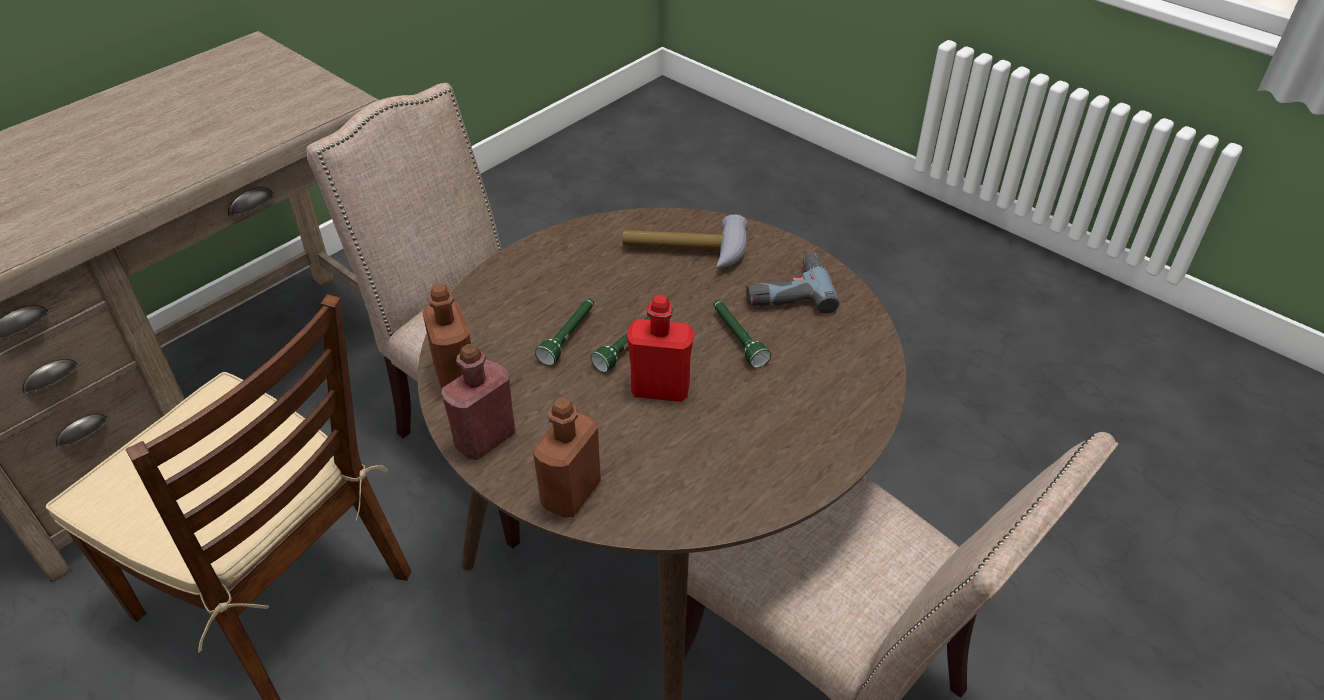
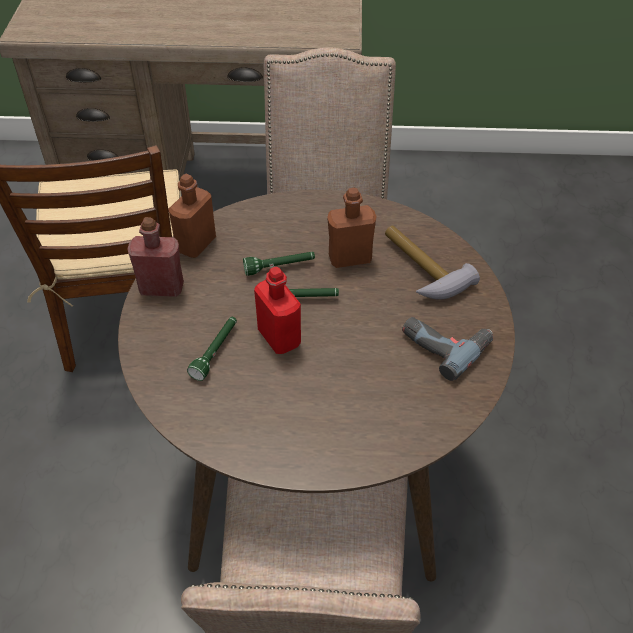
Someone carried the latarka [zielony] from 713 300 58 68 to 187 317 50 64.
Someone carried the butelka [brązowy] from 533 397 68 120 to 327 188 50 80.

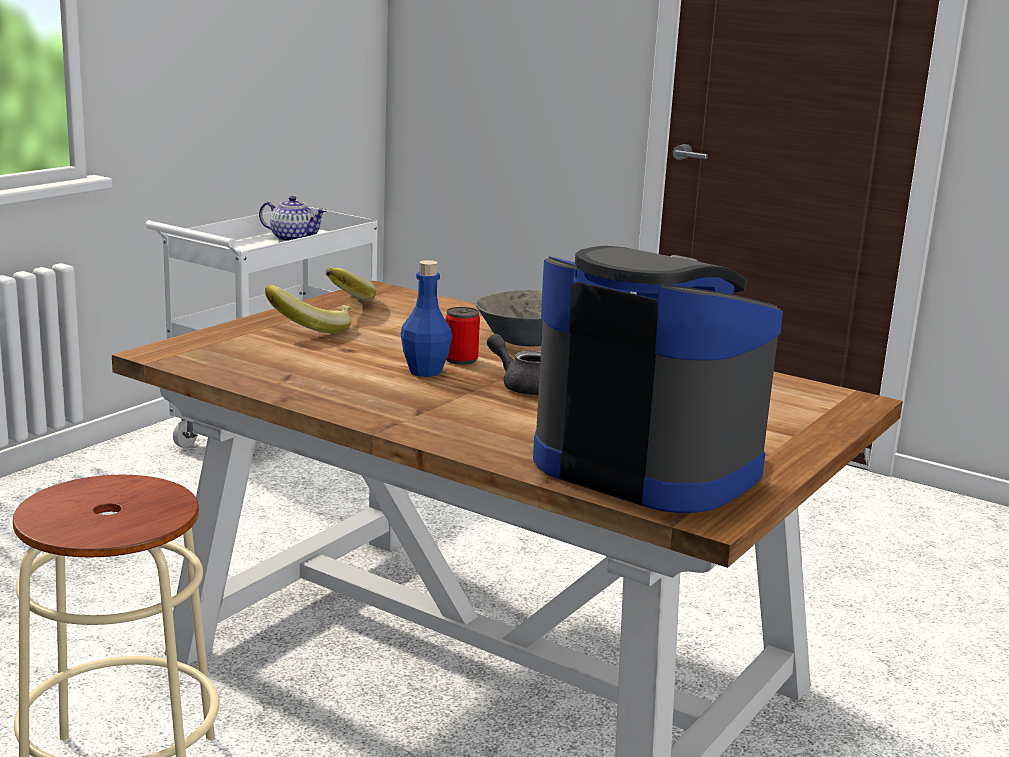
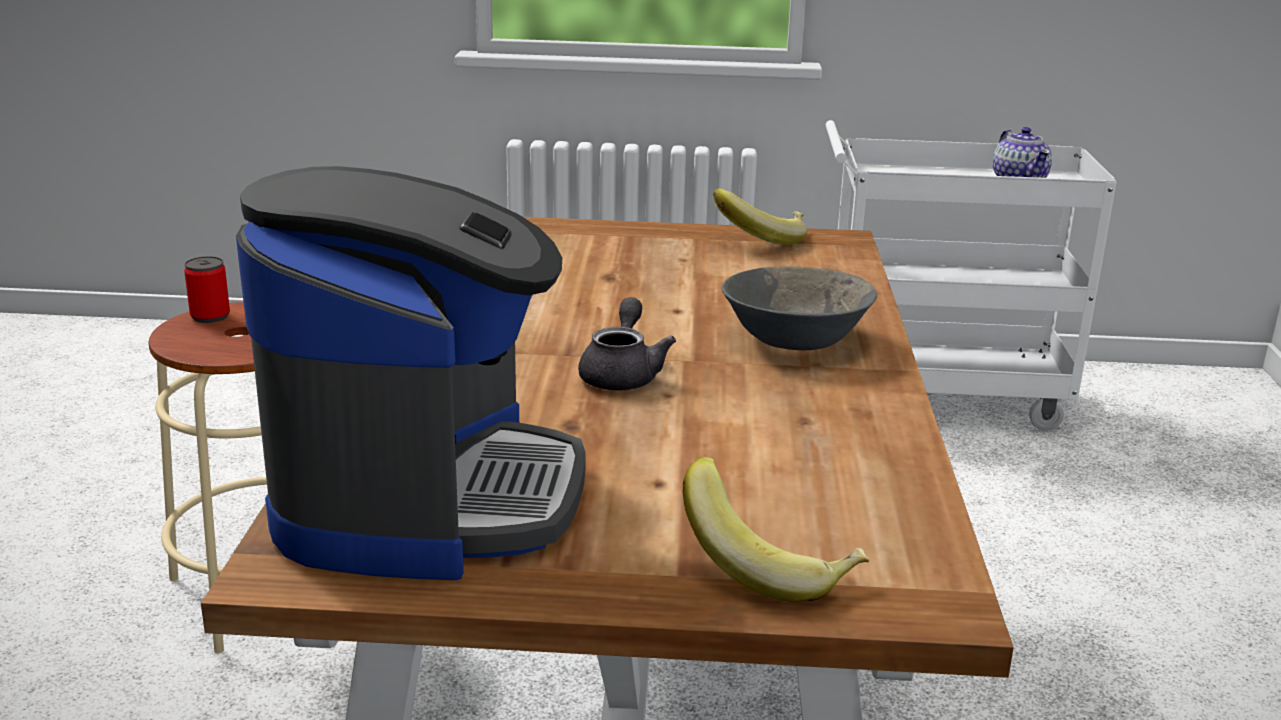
Someone took away the butelka [niebieski] at 401 260 51 117.
Someone carried the banan from 265 285 86 48 to 683 457 186 146.
Someone carried the puszka from 446 307 34 58 to 184 256 46 67.

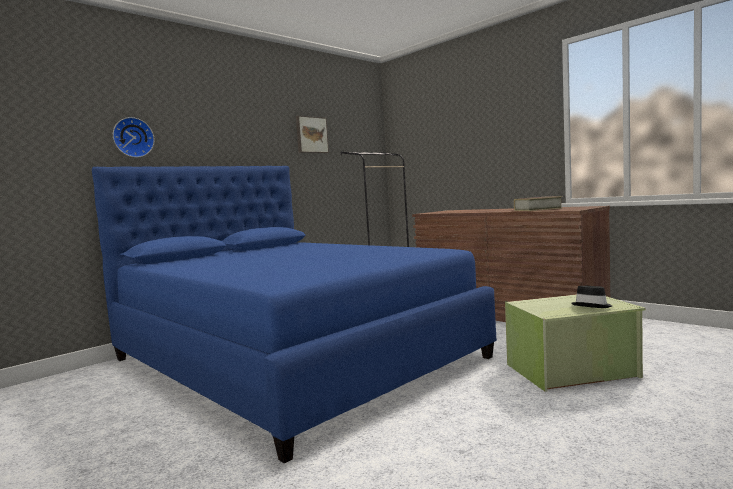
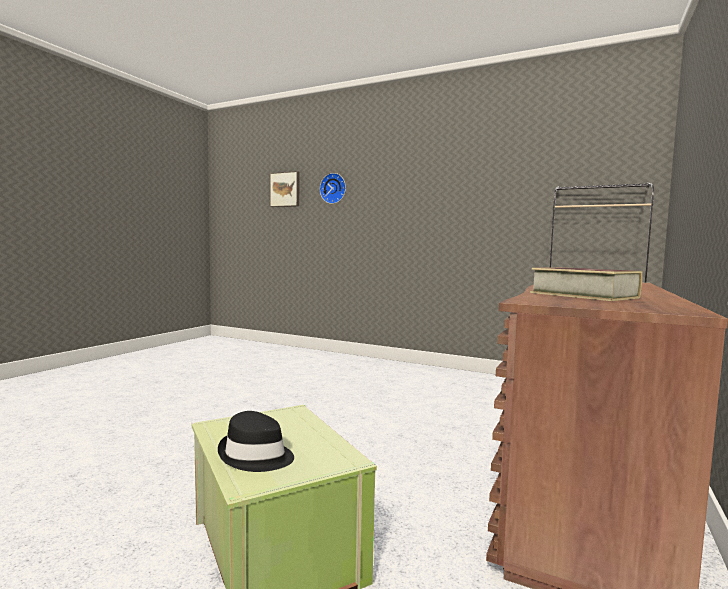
Someone carried the obraz from 296 116 33 37 to 270 171 29 36.
Someone took away the łóżko [niebieski] at 92 166 405 298.

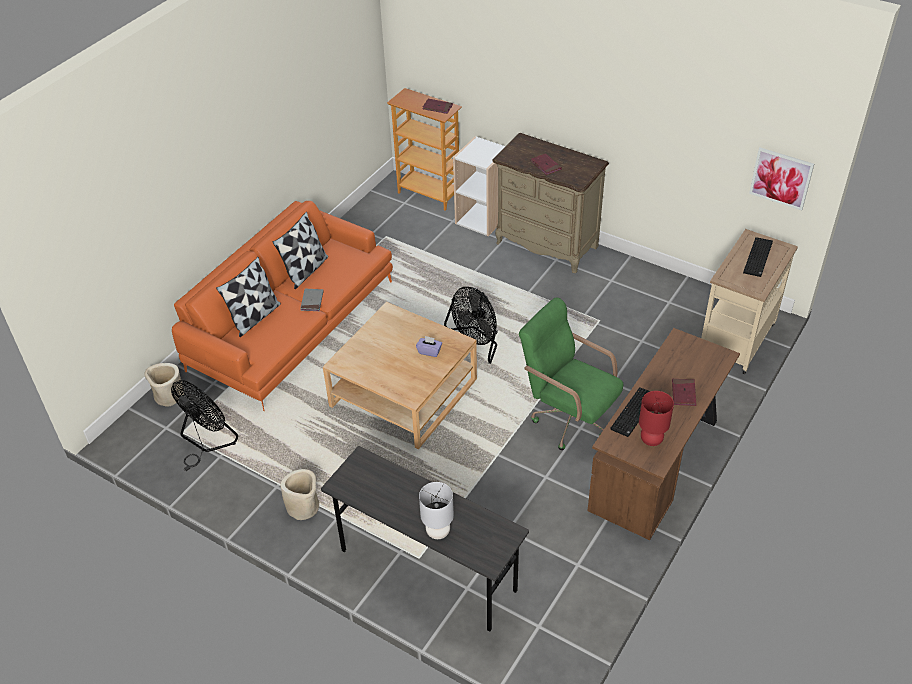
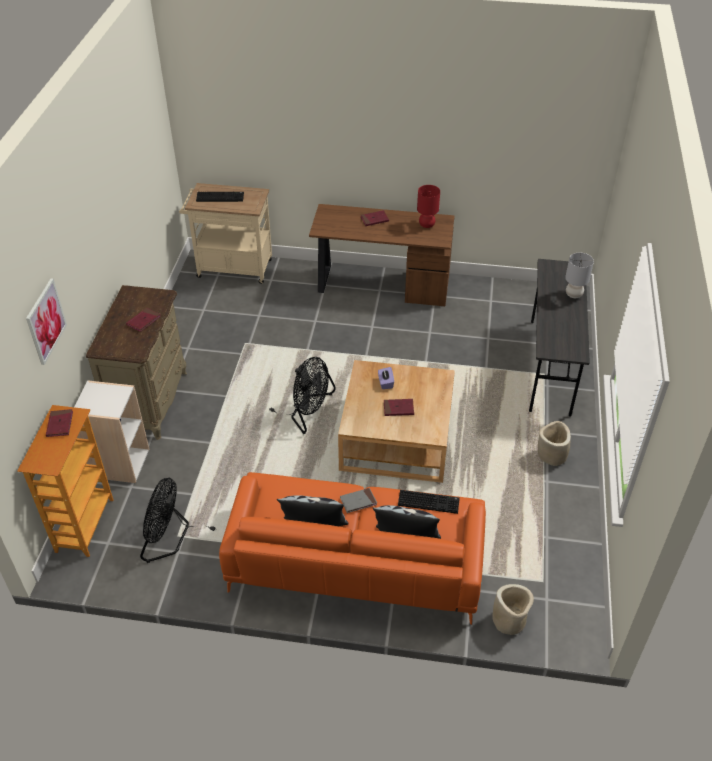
Someone carried the obraz from 749 147 65 63 to 26 278 41 87.
Someone took away the krzesło biurowe [zielony] at 519 297 104 153.
Someone carried the wentylator [czarny] from 171 380 67 91 to 140 478 76 85.
Someone carried the klawiatura from 610 387 40 50 to 398 490 62 24.
Someone put down the książka [czerwony] at 384 399 30 17.

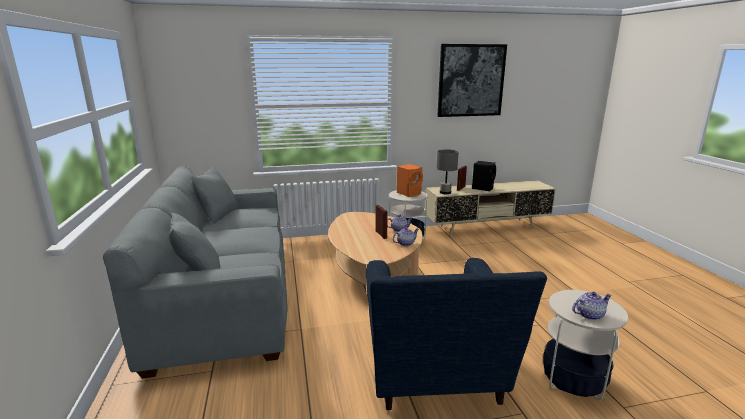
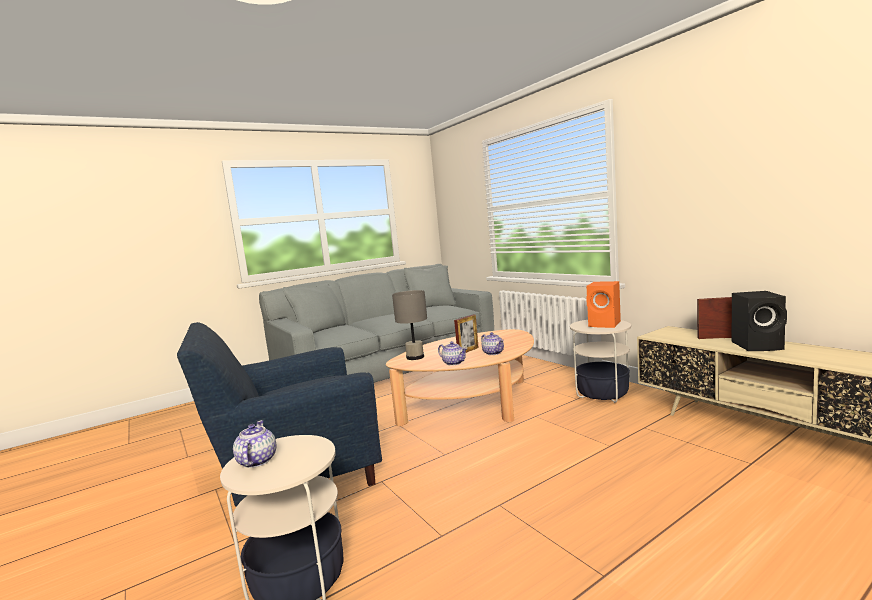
Someone took away the obraz at 437 44 70 73.
Someone carried the lampa stołowa [szary] from 437 149 21 45 to 392 290 35 70.
Someone rotated the imbryk at 572 292 40 28 by 150 degrees counterclockwise.

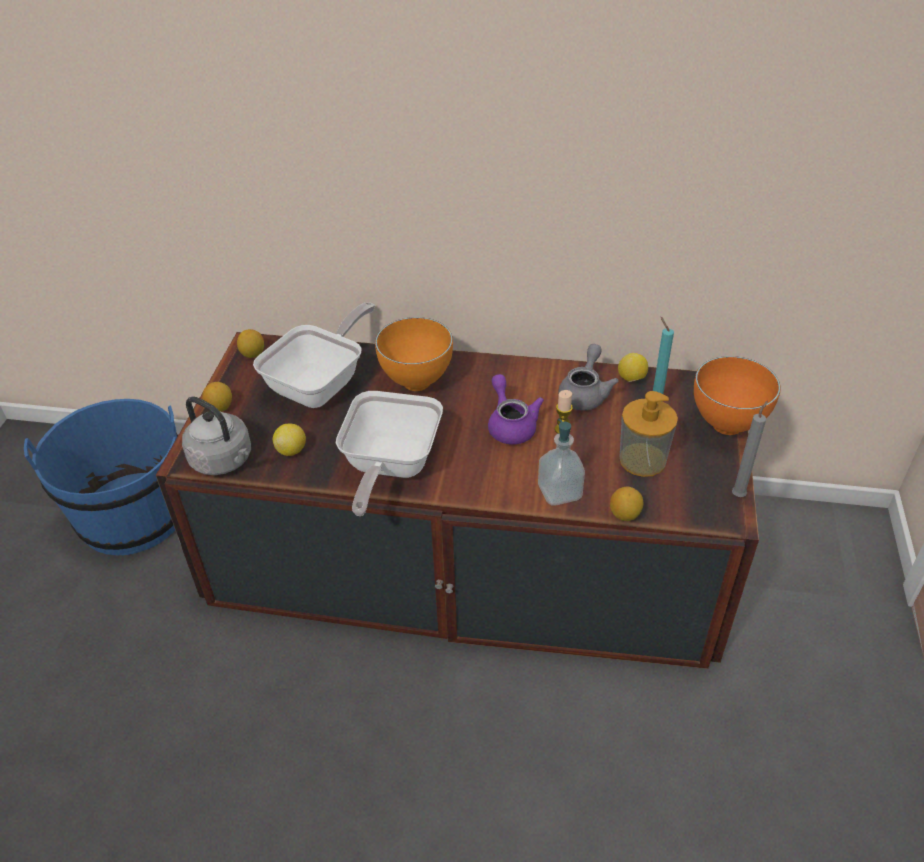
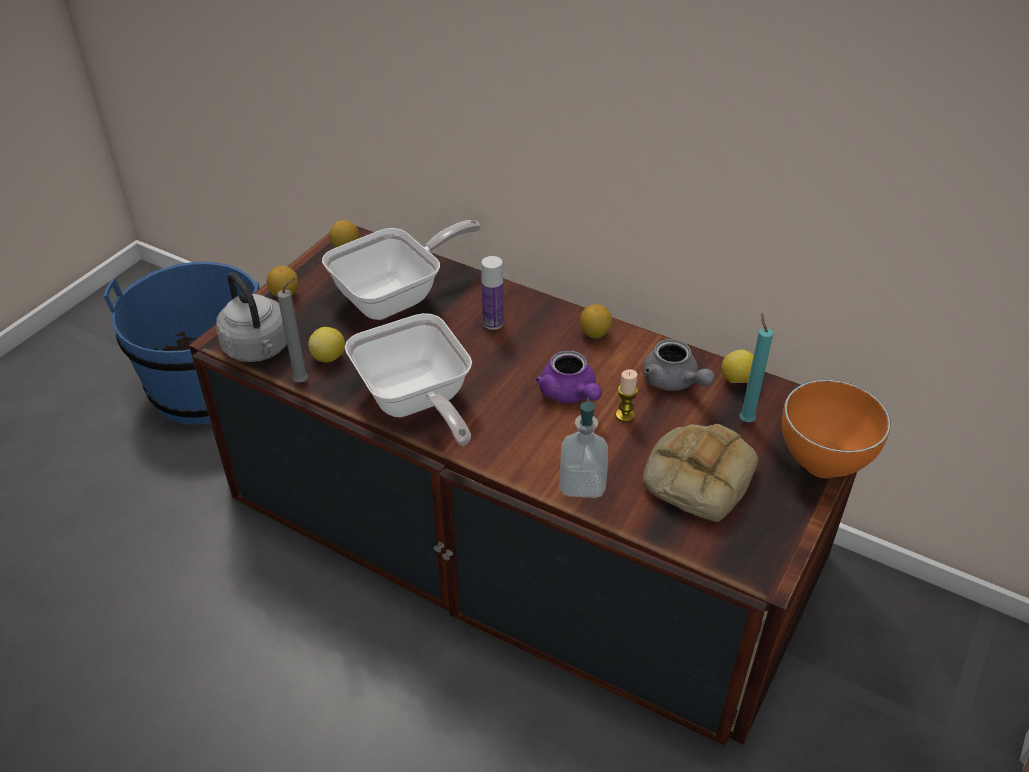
Someone swapped the miska [pomarańczowy] at 375 317 78 74 for the butelka at 482 256 22 74.
Someone rotated the imbryk [szary] at 558 344 61 66 by 105 degrees clockwise.
Someone rotated the imbryk [fioletowy] at 488 374 56 70 by 150 degrees clockwise.
Someone rotated the patelnia at 336 391 107 125 by 60 degrees counterclockwise.
Someone swapped the dozownik mydła at 619 391 59 86 for the chleb at 643 424 115 98.
Someone carried the świeca [szary] from 732 401 36 96 to 277 278 31 104.
Someone carried the cytryna from 610 487 33 34 to 580 304 32 35.

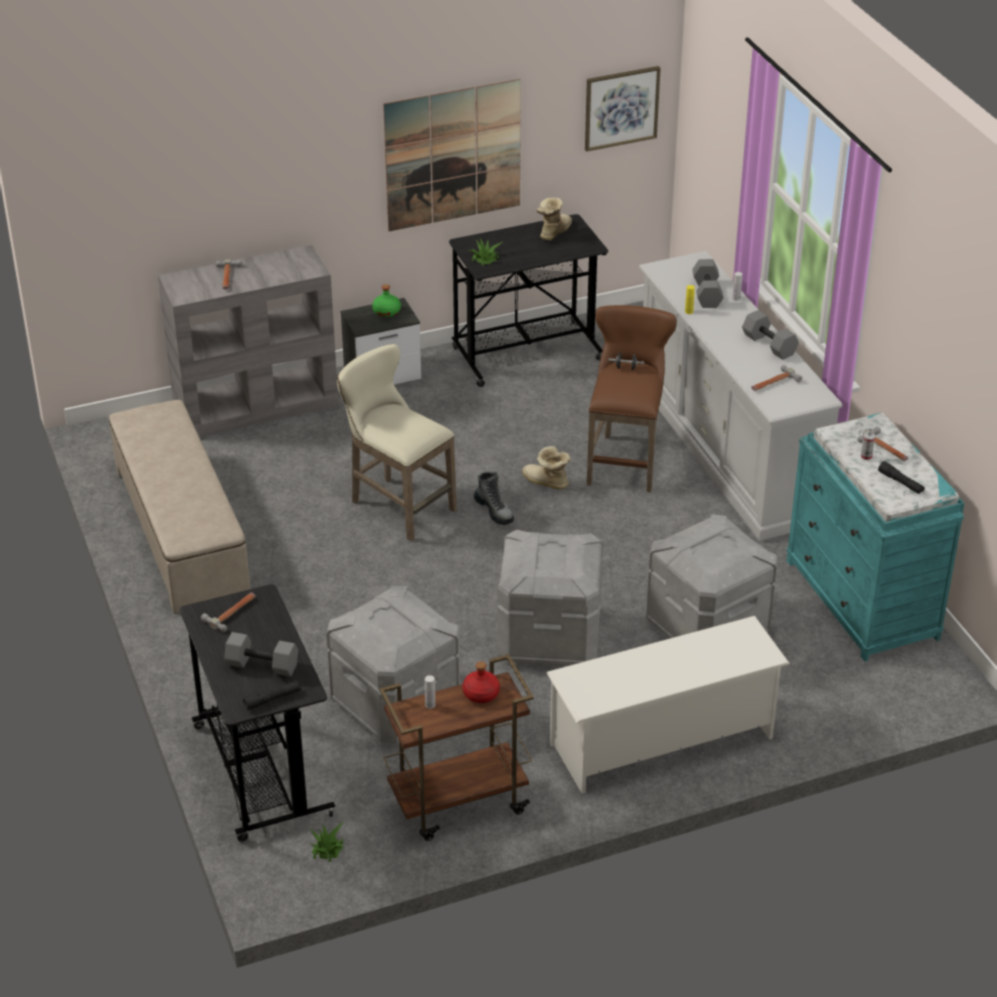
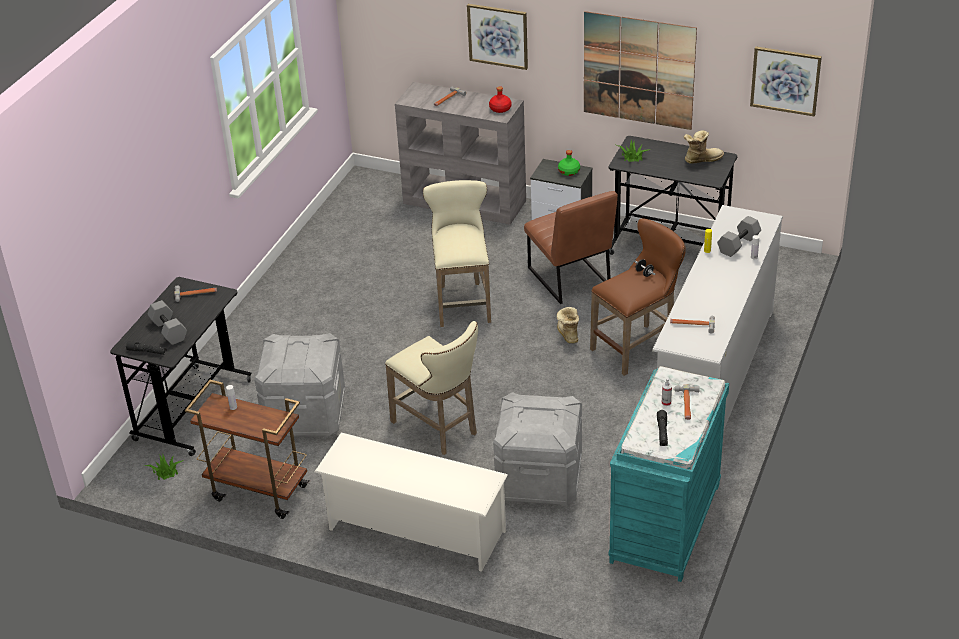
Someone took away the hantel [szary] at 742 310 57 50.
Someone took away the ławka [beżowy] at 109 400 141 214.
Someone took away the but z cholewką at 474 471 40 54.
Someone swapped the pojemnik do przechowywania [szary] at 497 530 106 136 for the stołek [beżowy] at 385 321 93 134.
Someone carried the butelka [czerwony] from 463 662 37 41 to 489 86 23 27.
Someone put up the obraz at 467 4 61 66.
Someone put down the krzesło [brązowy] at 524 191 94 113.

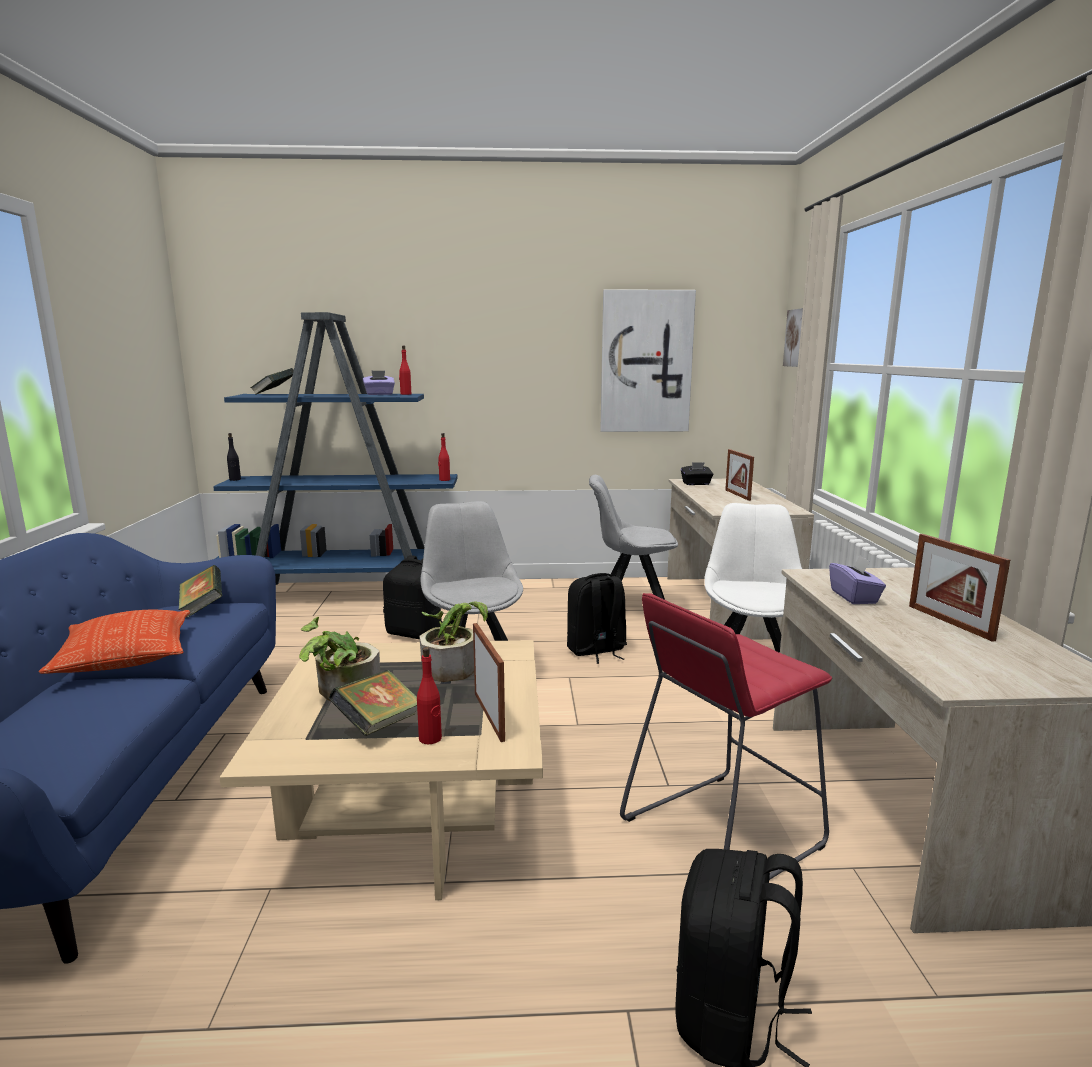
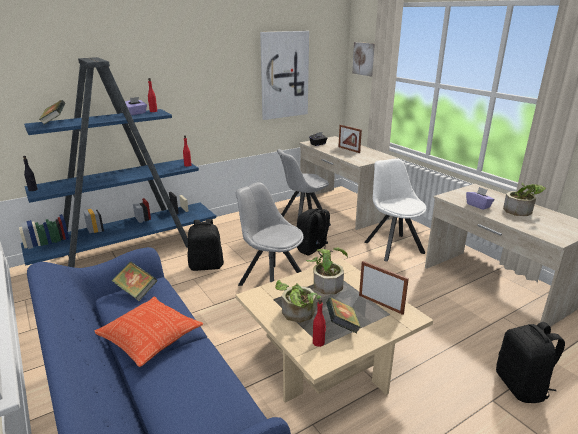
Someone swapped the ramka na zdjęcie at 909 534 101 108 for the roślina doniczkowa at 503 183 43 33.
Someone took away the stołek [czerwony] at 620 593 212 287.
Someone carried the butelka [czerwony] from 417 647 25 97 to 313 298 13 49.

